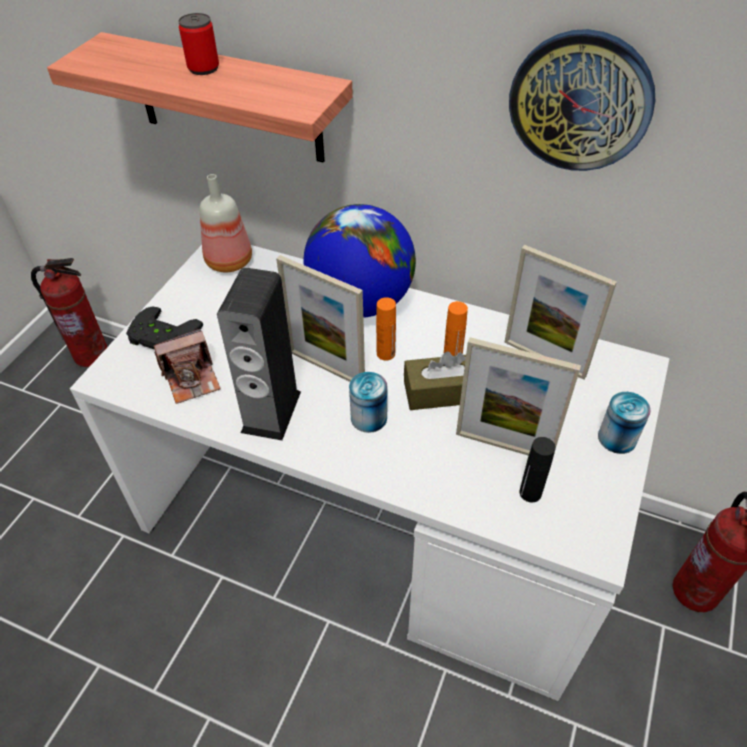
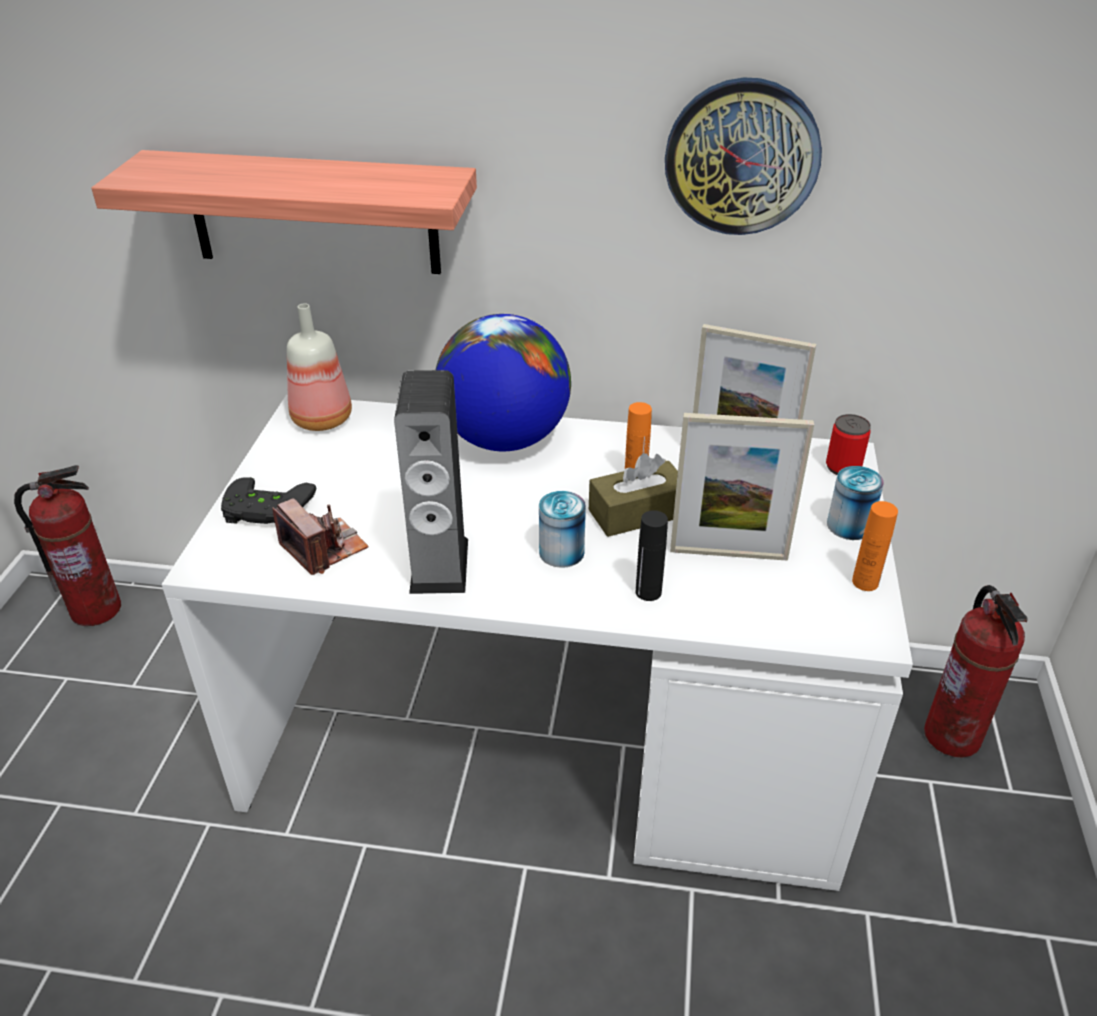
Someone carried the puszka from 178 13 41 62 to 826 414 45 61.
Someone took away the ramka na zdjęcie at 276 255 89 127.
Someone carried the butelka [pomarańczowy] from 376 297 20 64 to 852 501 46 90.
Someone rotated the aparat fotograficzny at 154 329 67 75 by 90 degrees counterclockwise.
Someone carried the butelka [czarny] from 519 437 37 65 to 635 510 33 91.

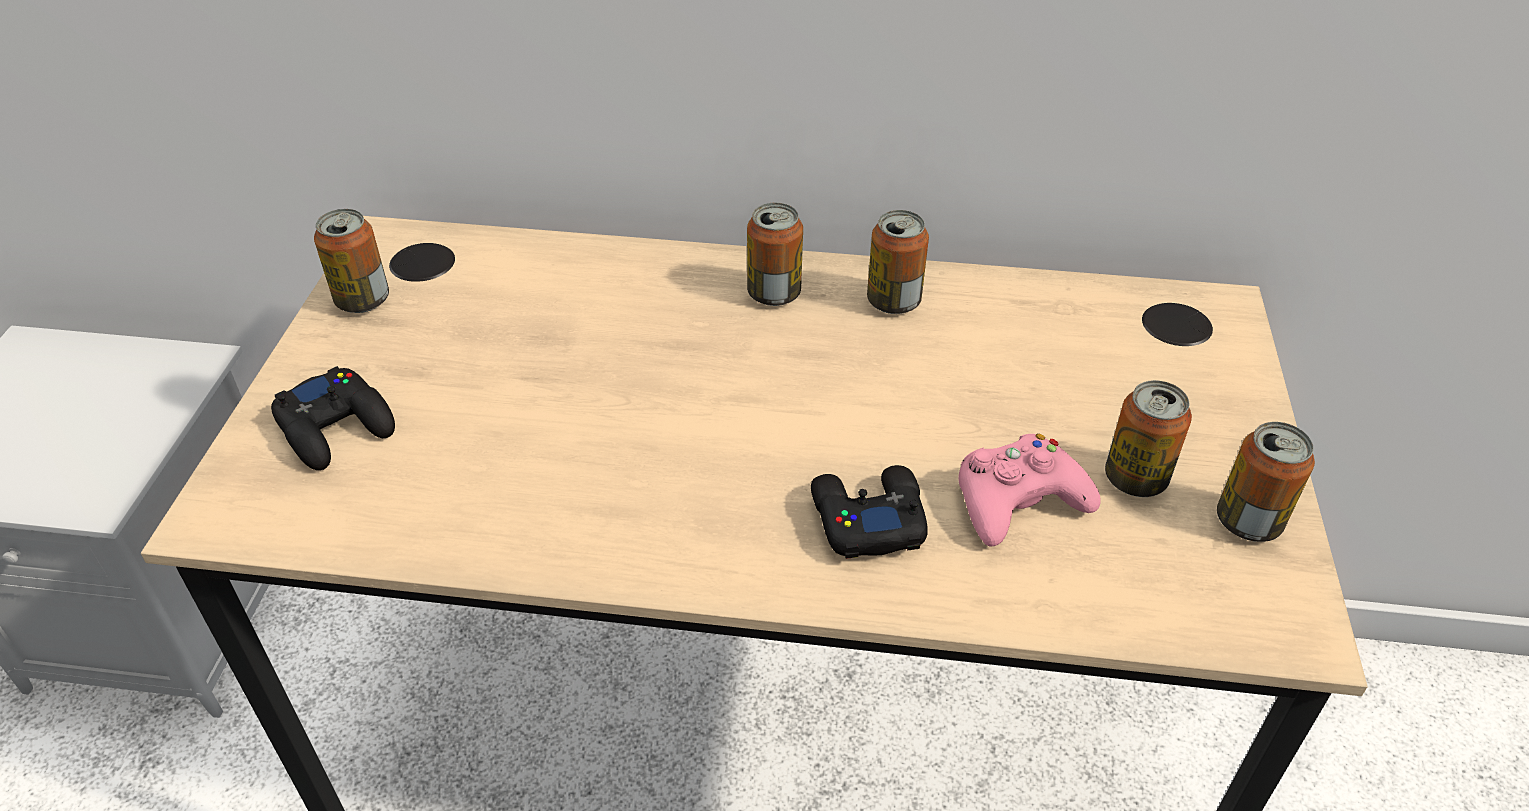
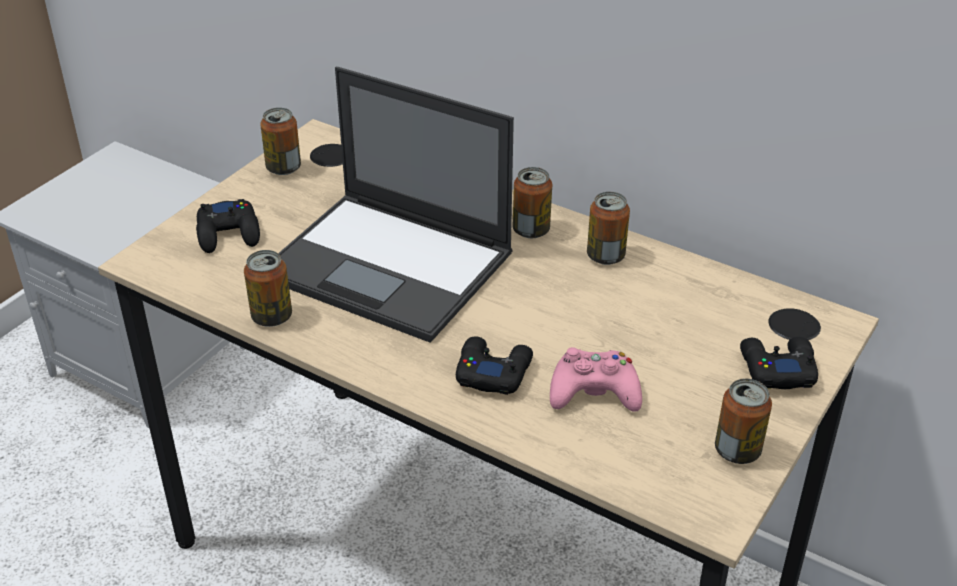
Someone carried the puszka from 1105 380 87 117 to 244 250 48 77.
Someone put down the laptop at 278 67 236 276.
Someone put down the pad do gier [czarny] at 740 337 78 52.

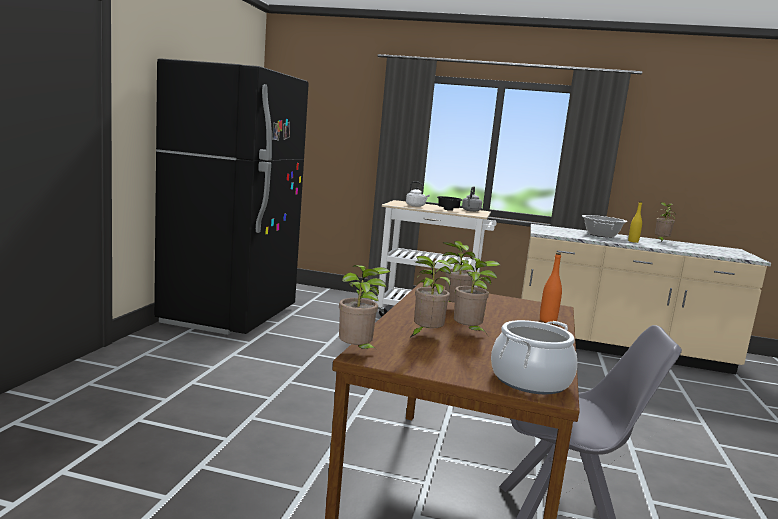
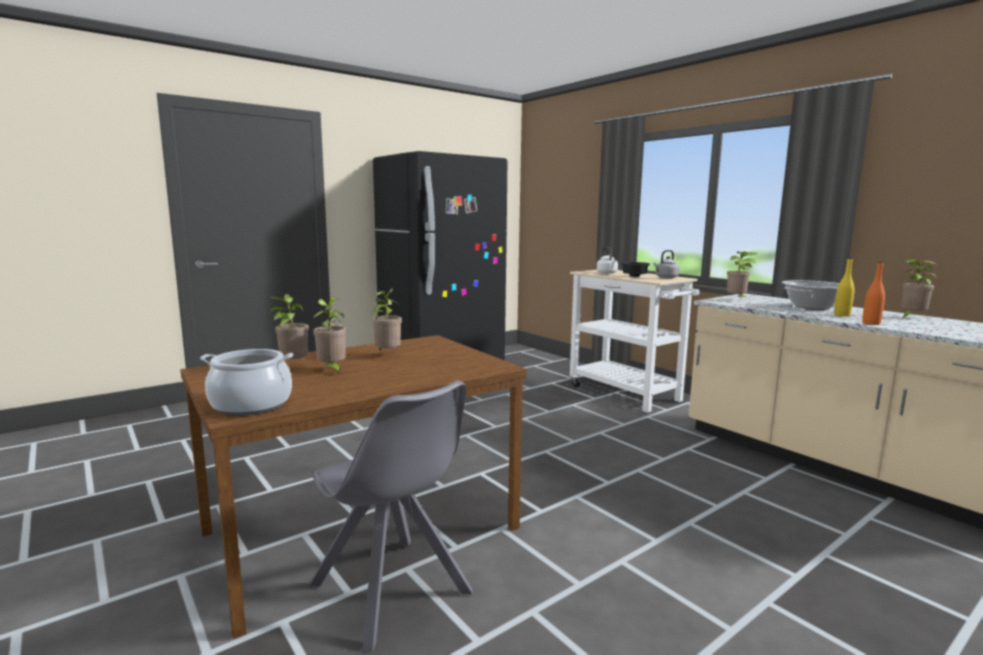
Someone carried the butelka [pomarańczowy] from 540 253 22 70 to 862 262 23 63.
Someone carried the roślina doniczkowa from 339 265 52 86 to 727 251 30 47.

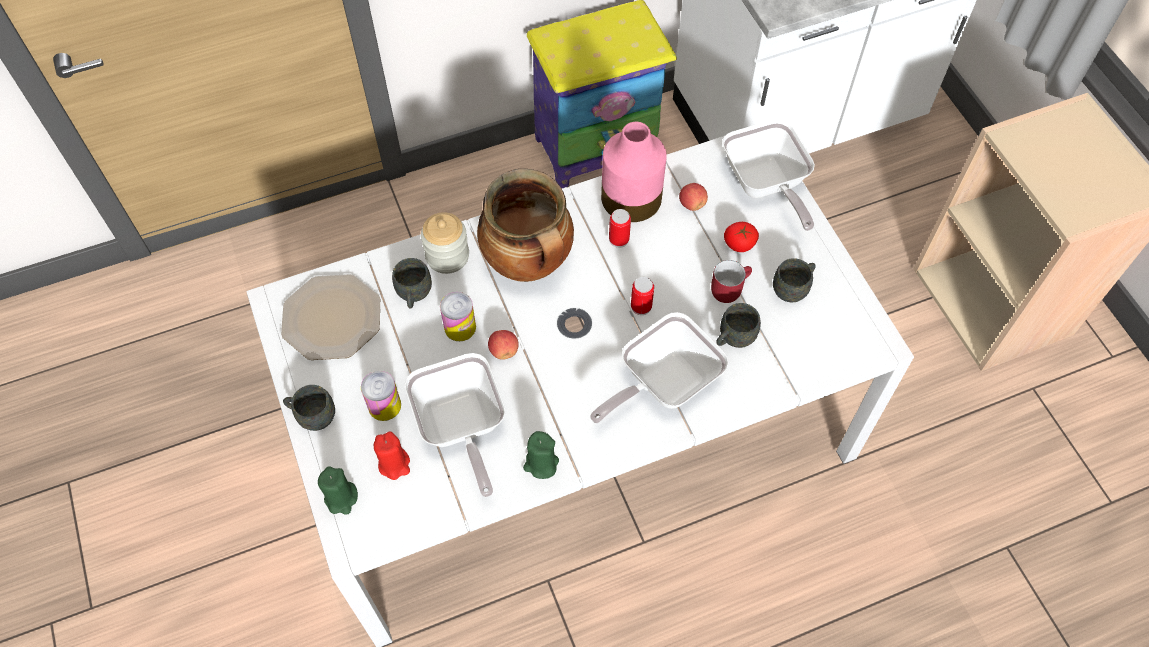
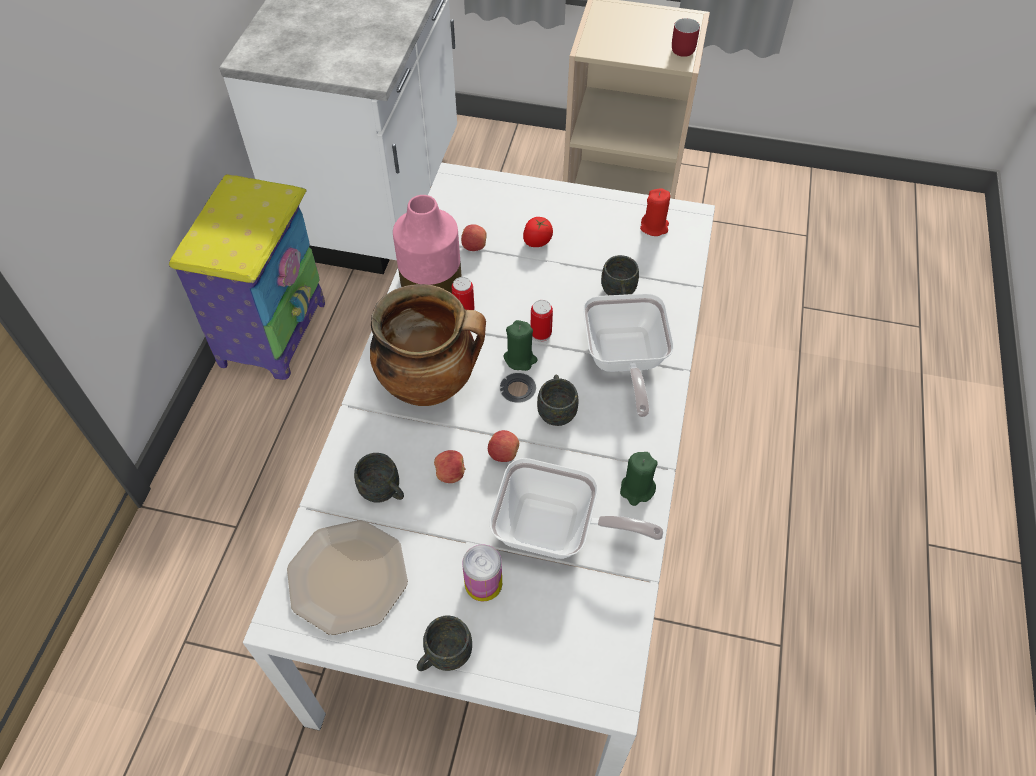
Someone took away the patelnia at 722 119 93 112.
Someone took away the słoik at 421 212 48 62.
Someone carried the kubek [szary] from 773 258 43 44 to 537 375 41 51.
Someone carried the kubek [czerwony] from 711 260 41 43 to 672 18 28 39.
Someone swapped the puszka at 440 292 36 49 for the jabłko at 434 450 32 33.
Someone carried the świeca [czerwony] from 374 431 36 49 to 640 188 30 48.
Someone carried the świeca [zielony] from 318 466 40 49 to 503 320 35 51.

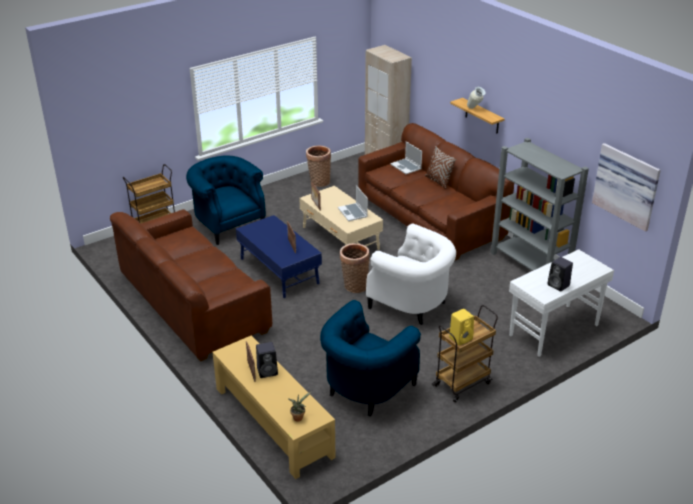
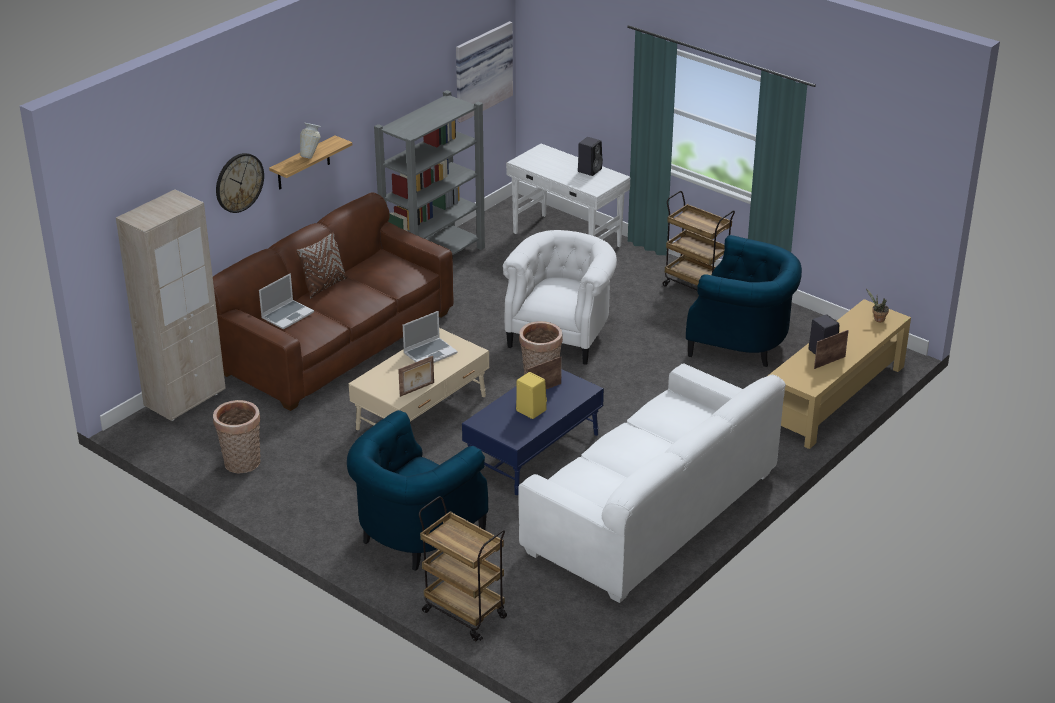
Someone repainted the kanapa [brązowy] at 110 209 162 153, which became the kanapa [biały] at 519 363 267 240.
Someone carried the głośnik [żółty] from 449 309 25 37 to 516 372 31 47.
Someone put up the zegar ścienny at 216 153 48 60.

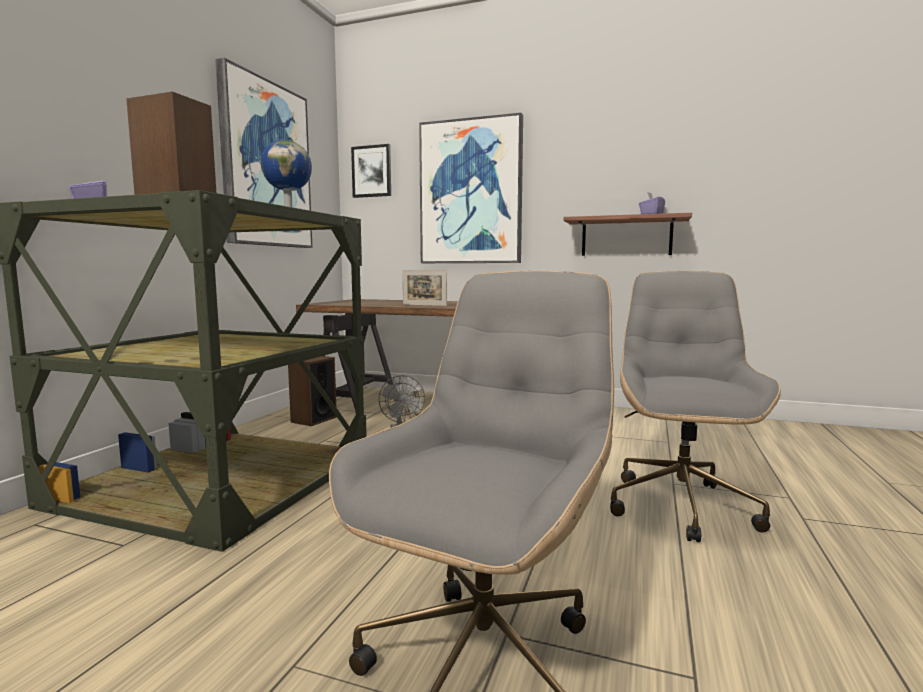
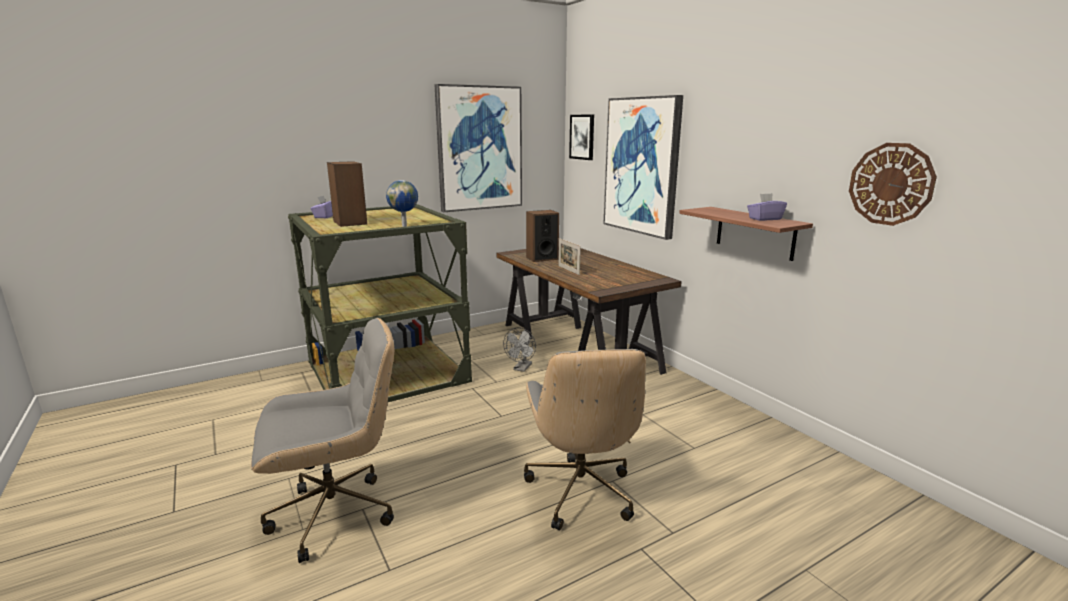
Someone rotated the krzesło biurowe [szary] at 610 271 171 271 by 120 degrees clockwise.
Someone carried the głośnik from 288 356 49 70 to 526 210 33 52.
Someone put up the zegar ścienny at 849 143 88 83.

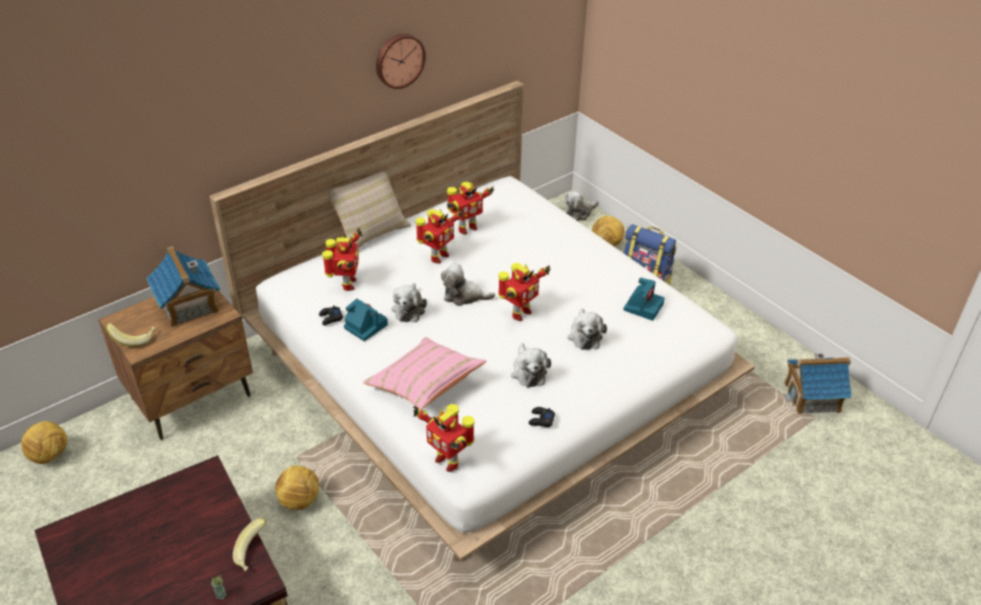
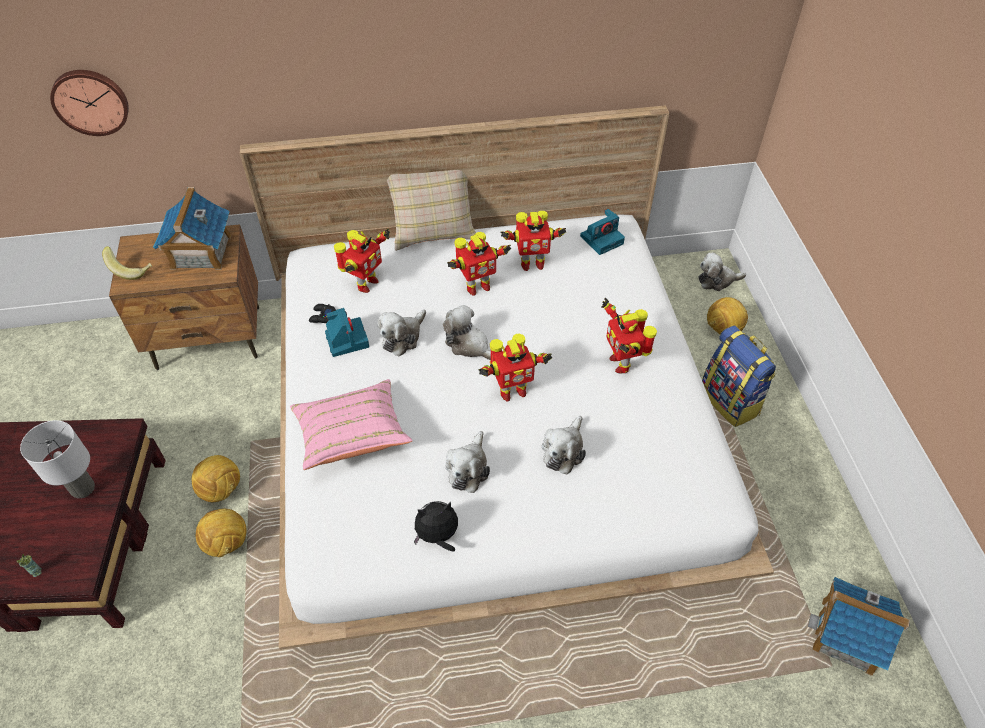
Someone carried the zegar ścienny from 376 34 50 55 to 50 70 79 66.
Someone carried the aparat fotograficzny from 624 278 41 43 to 580 209 45 46.
Someone carried the robot zabawkowy from 413 404 62 68 to 601 298 56 76.
Someone swapped the pad do gier [czarny] at 529 407 26 20 for the pluszak at 414 501 44 51.
Someone carried the piłka futbolowa from 22 421 45 43 to 196 508 51 49.
Someone took away the banan at 233 518 34 53.
Someone put down the lampa stołowa [biały] at 20 420 75 78.

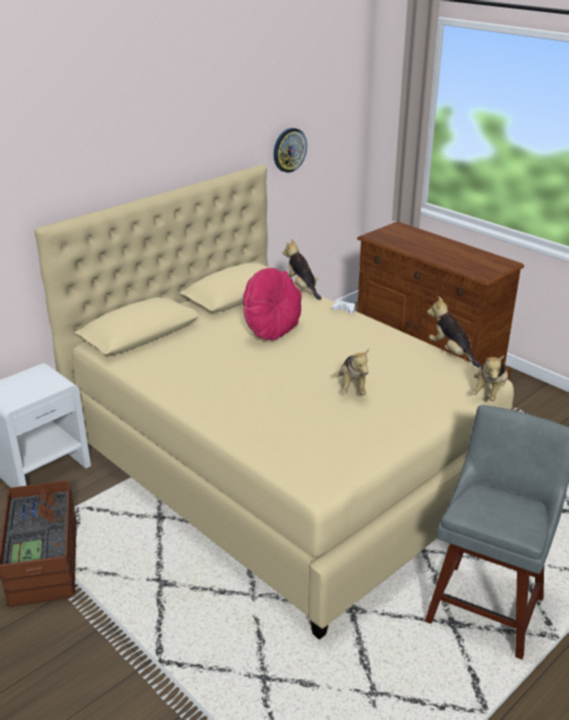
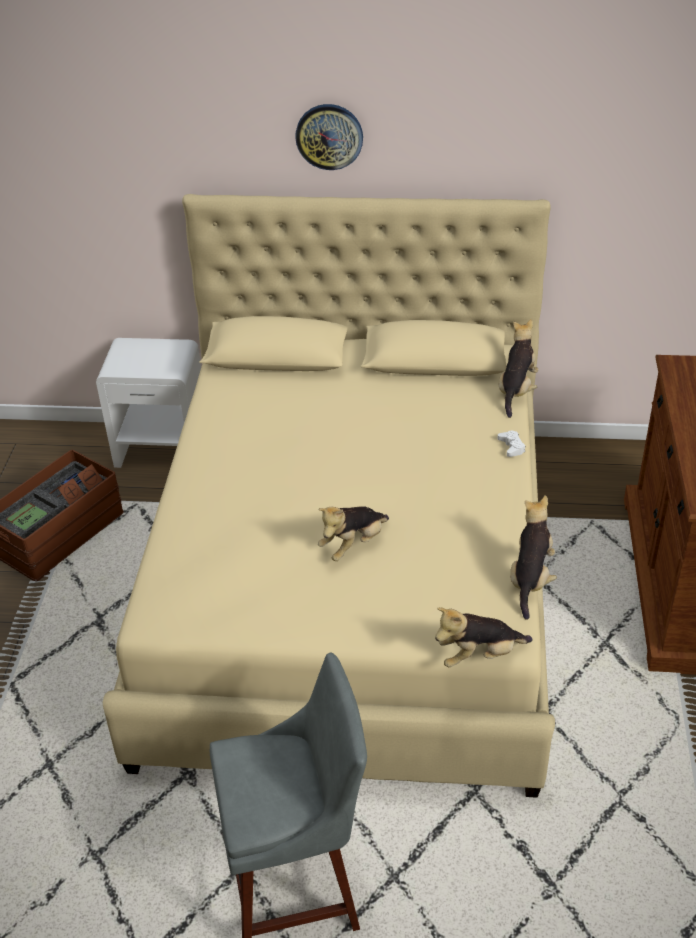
Someone carried the zegar ścienny from 274 128 33 45 to 295 104 68 66.
Someone took away the poduszka [różowy] at 243 268 59 72.

